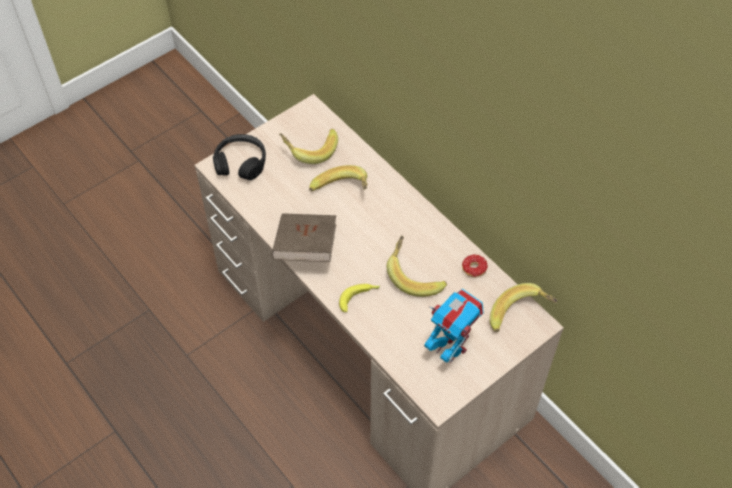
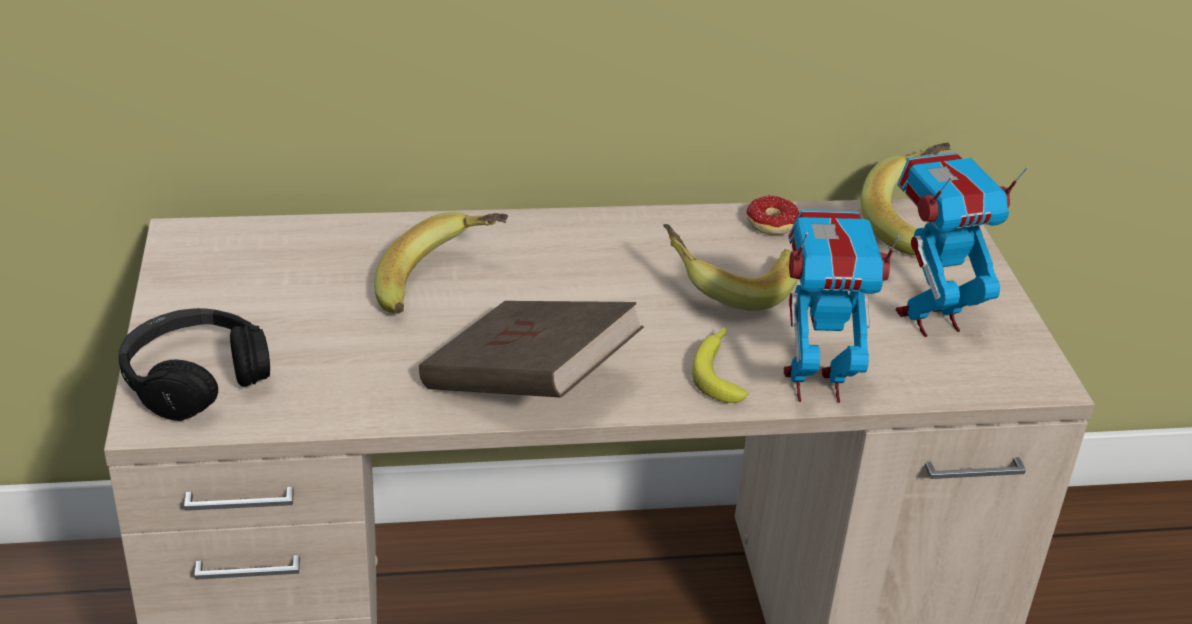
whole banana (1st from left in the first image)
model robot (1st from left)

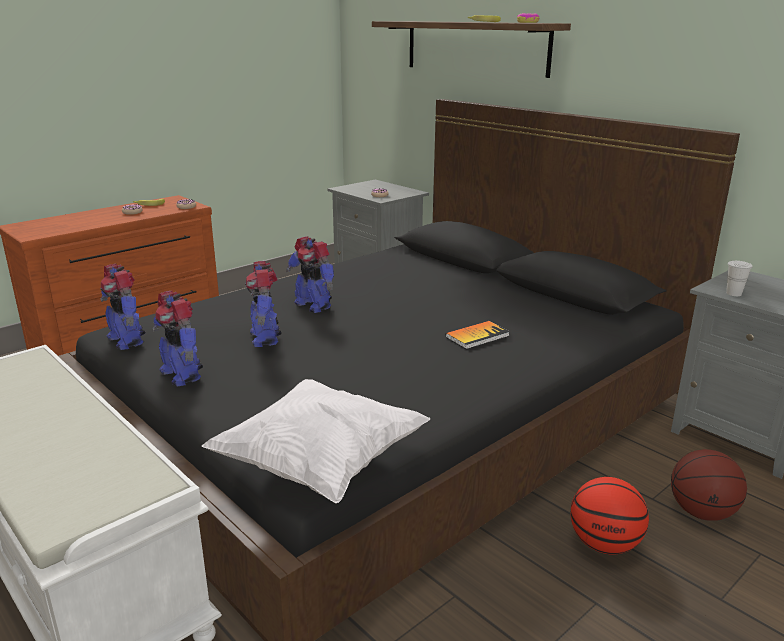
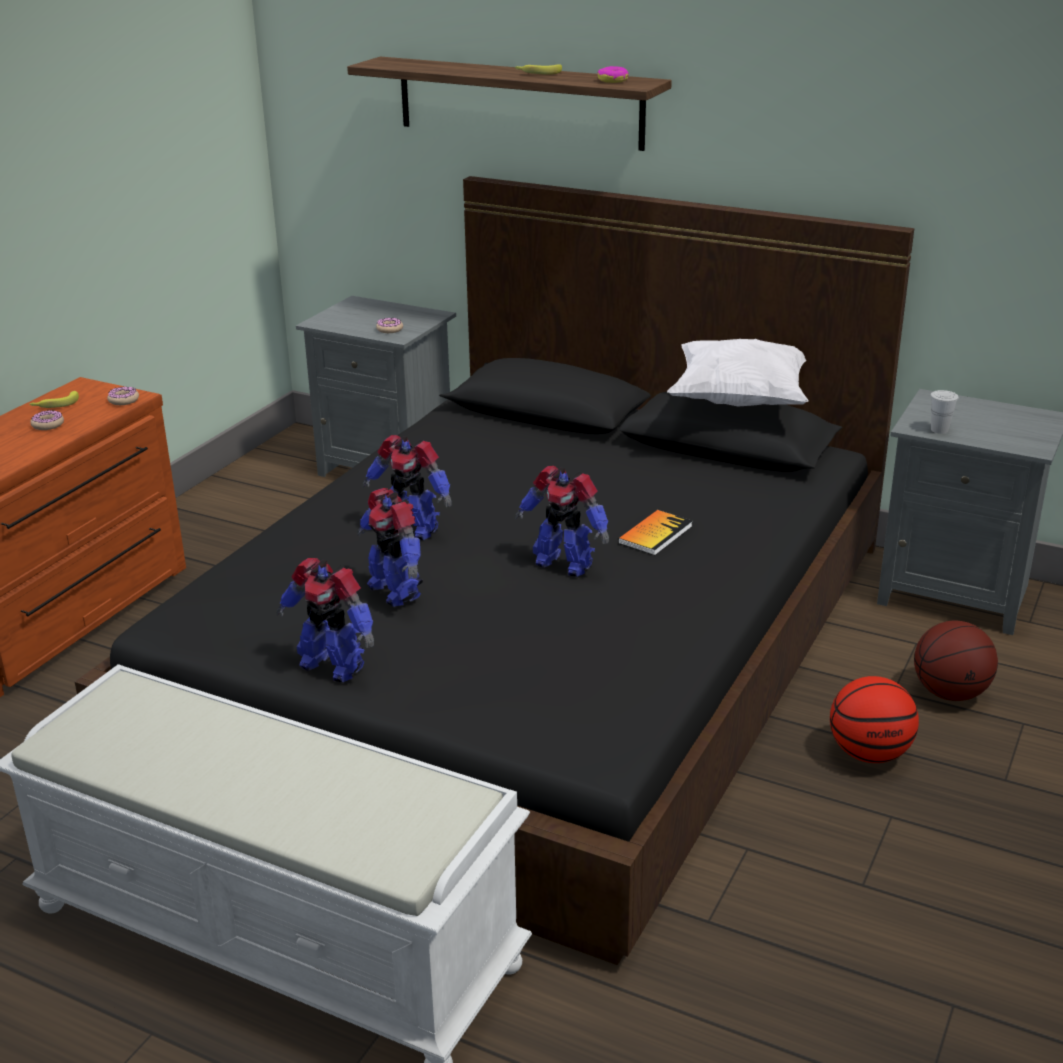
model robot (4th from left)
pillow/whitish

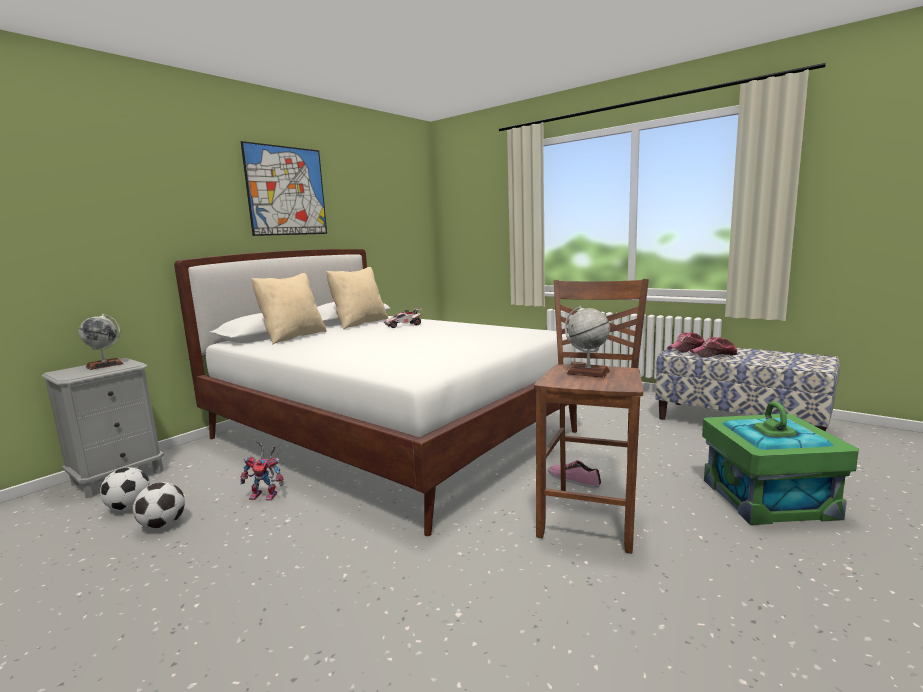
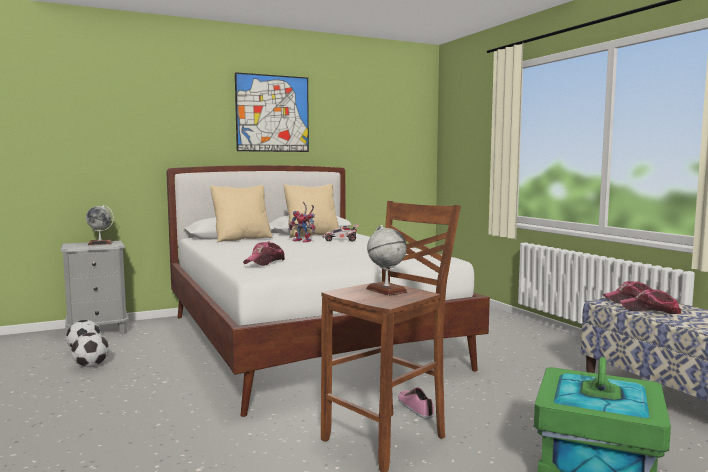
model robot
baseball cap (1st from left)

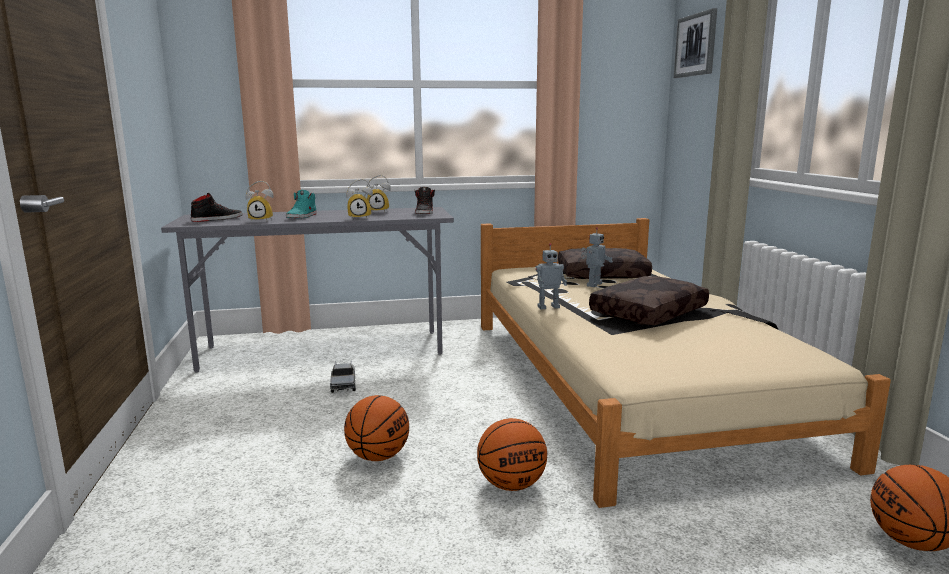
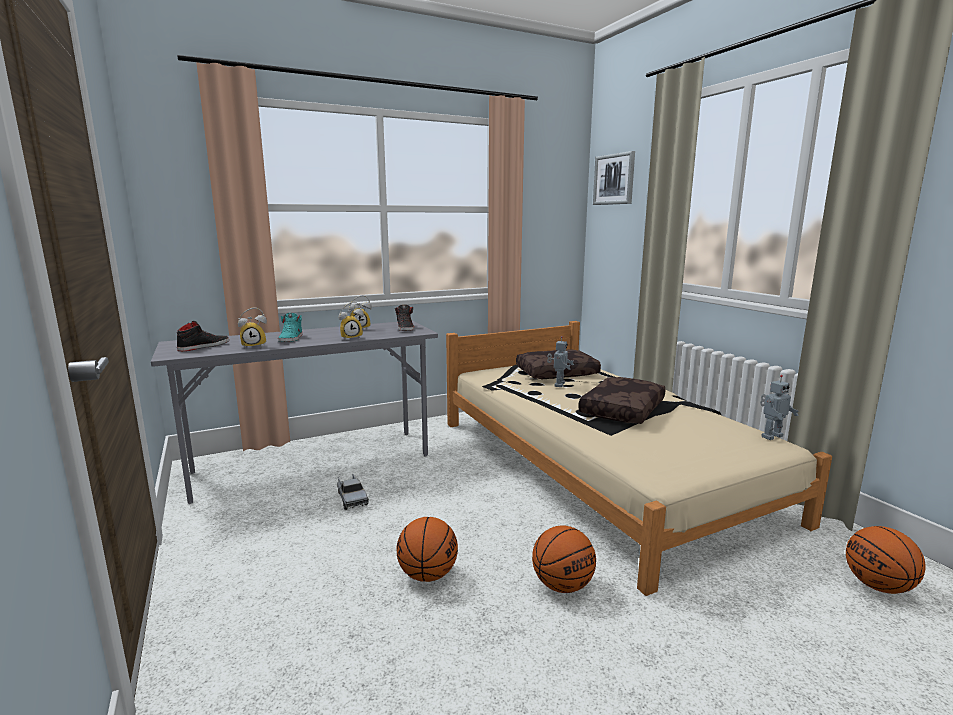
model robot (2nd from left)

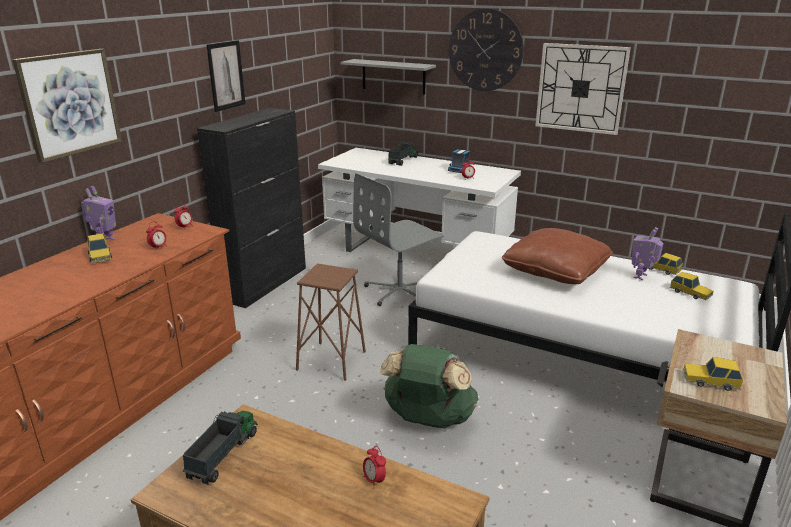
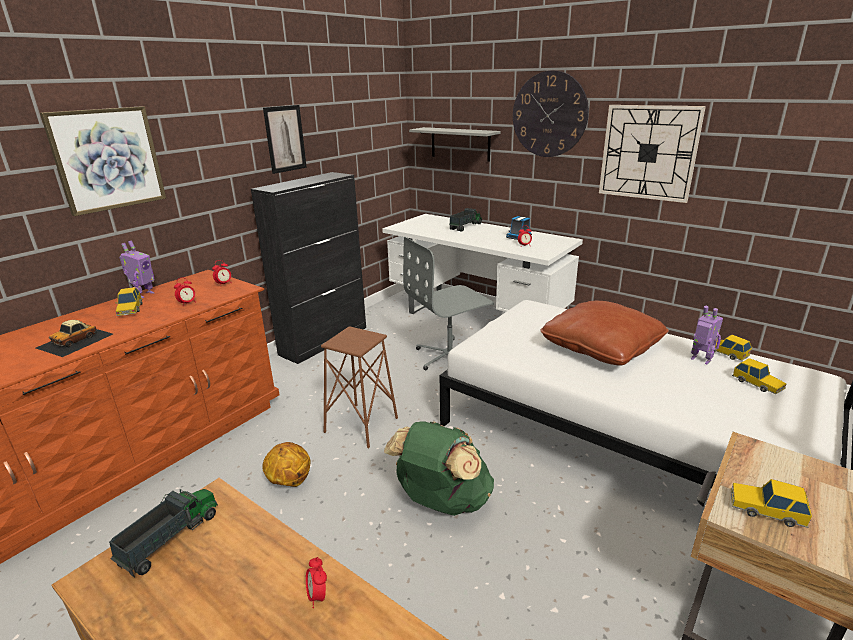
model robot (2nd from left)
miniature car (1st from left)
basketball ball

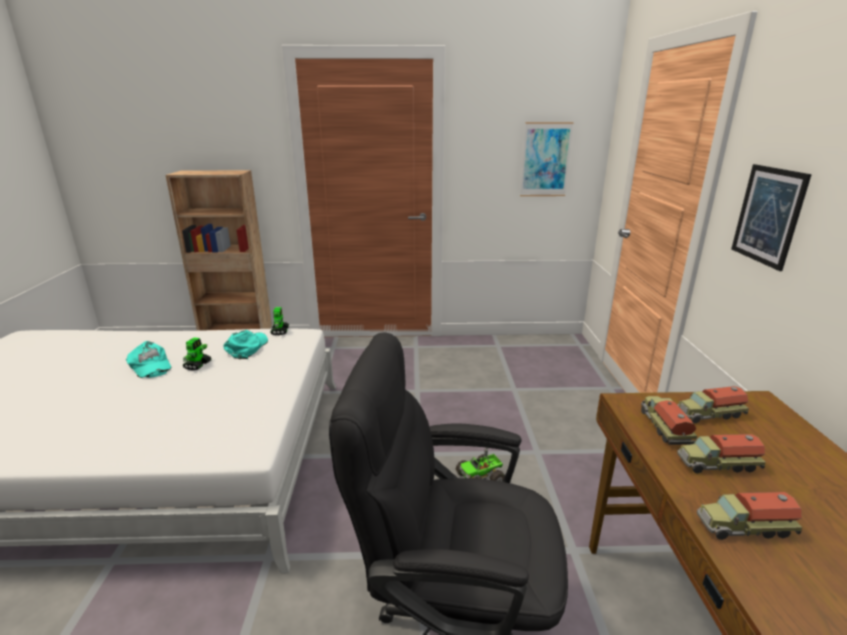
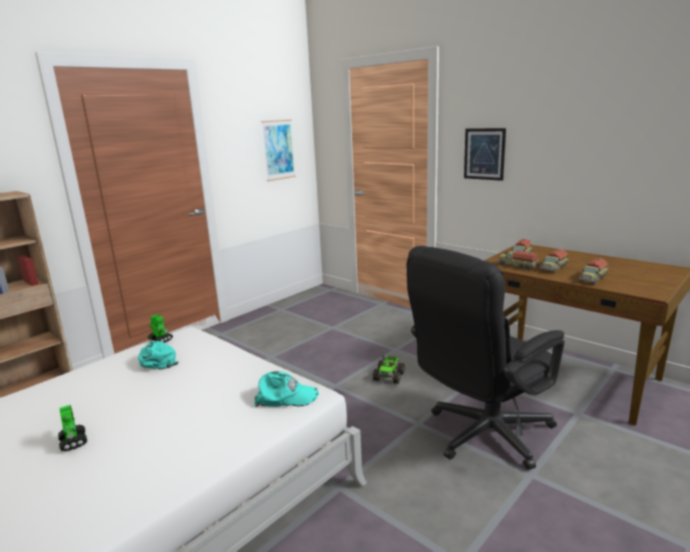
baseball cap/blue-green (2nd from left)
model robot (1st from left)

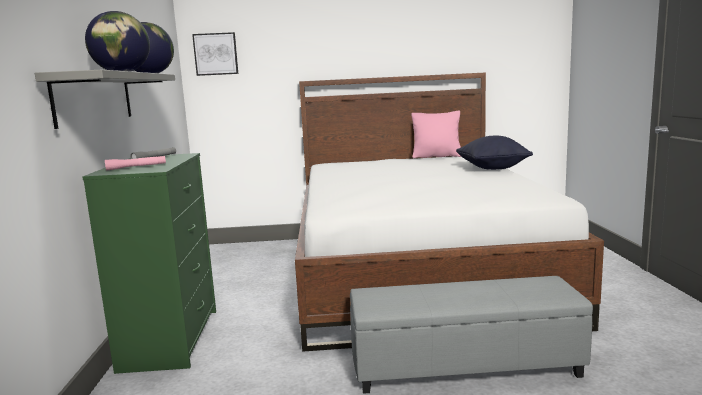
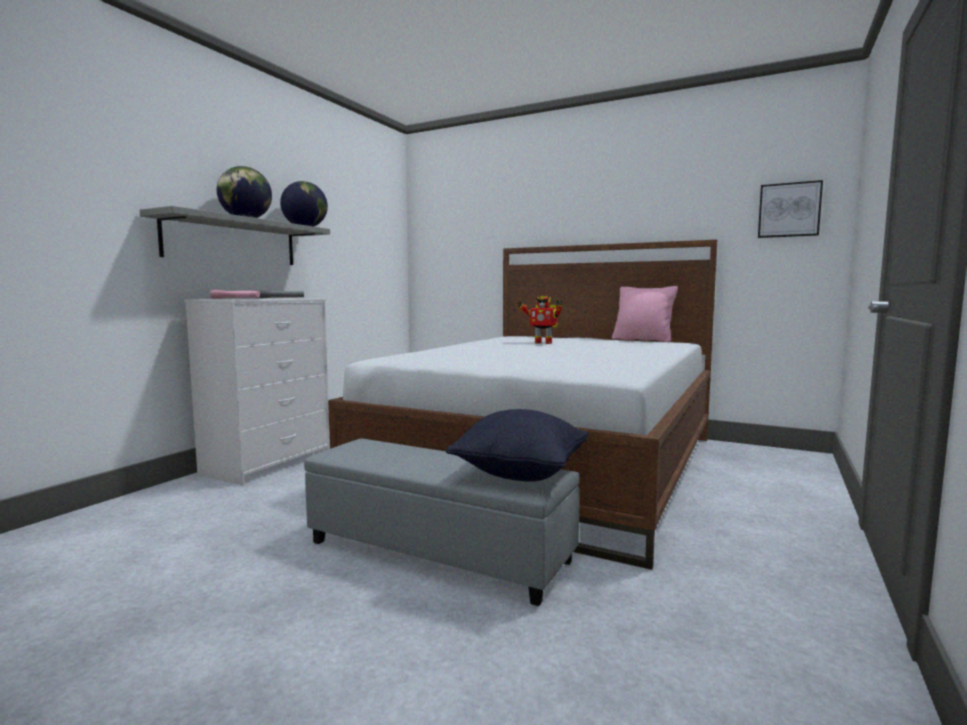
dresser/whitish
wall art
pillow/black-coloured
model robot

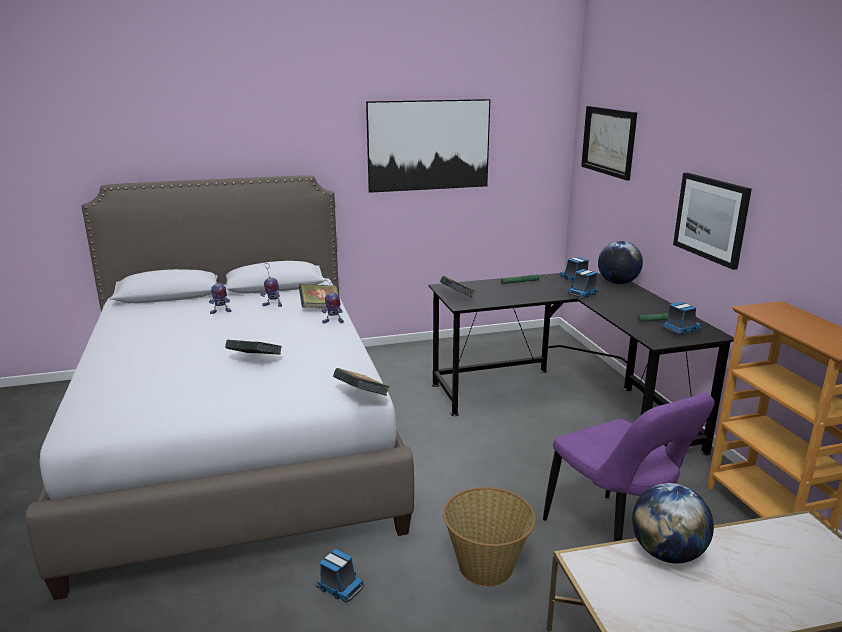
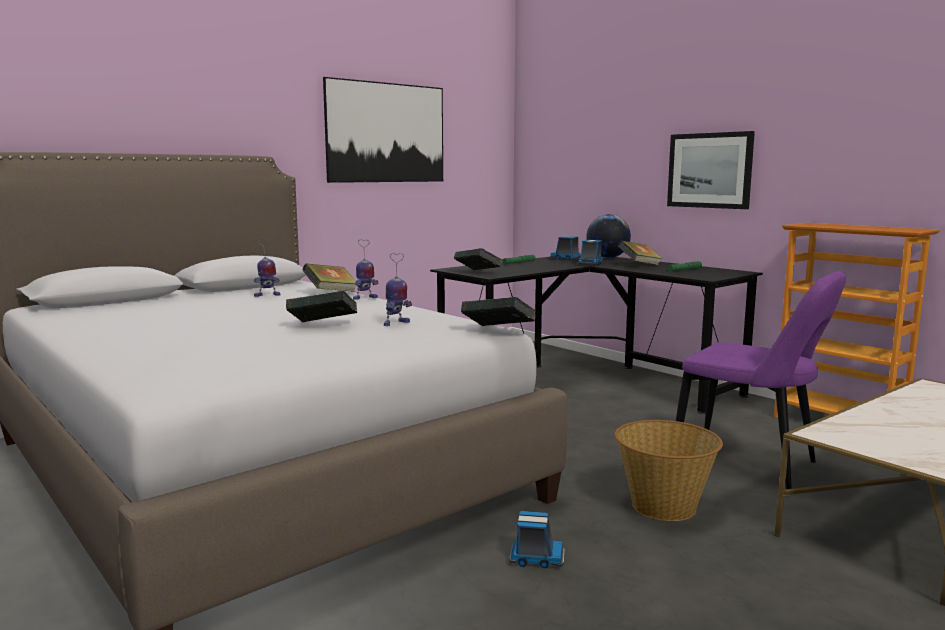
model robot (3rd from left)
wall art (2nd from left in the first image)
globe (2nd from left in the first image)
model truck (4th from left in the first image)
volume (5th from left)

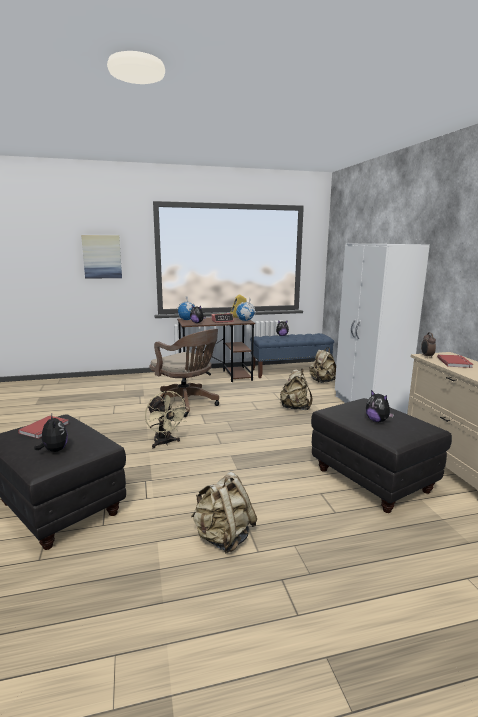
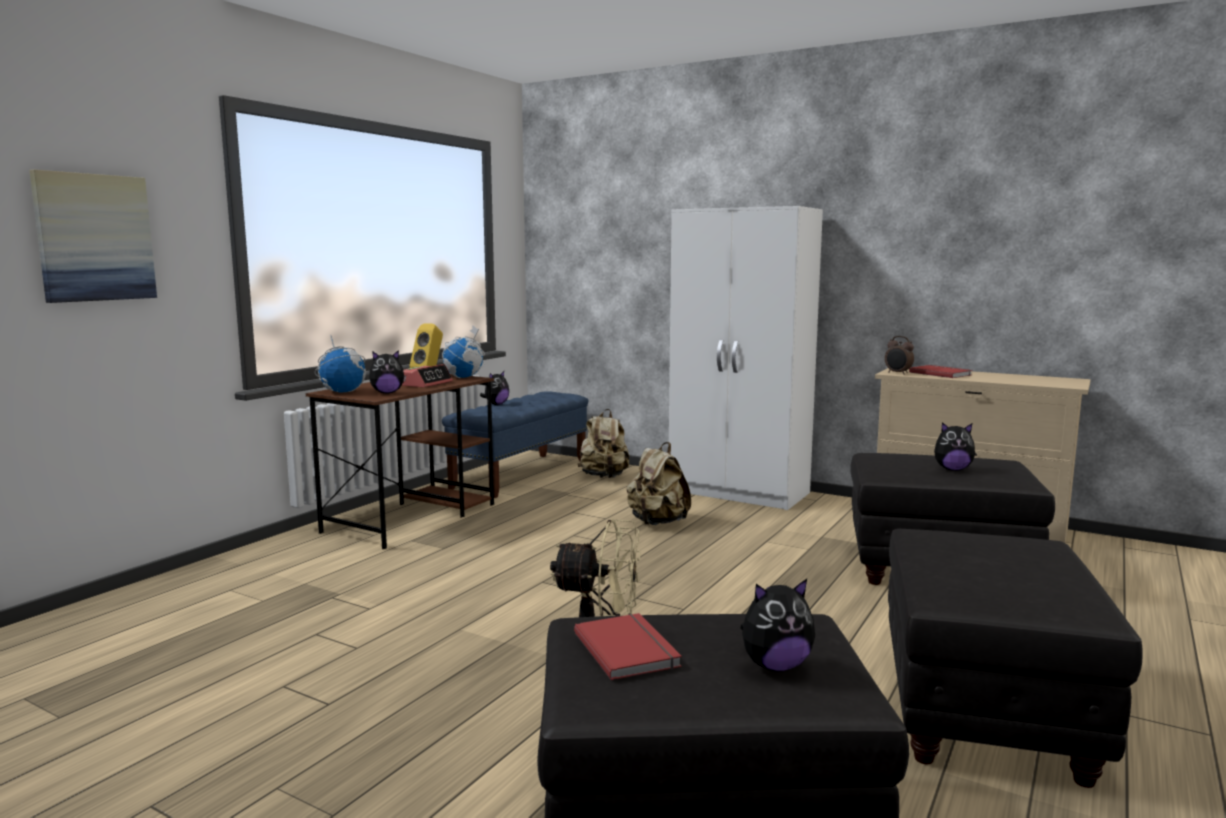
plush toy (3rd from left)
desk chair/brownish
ottoman/black-coloured (3rd from left)

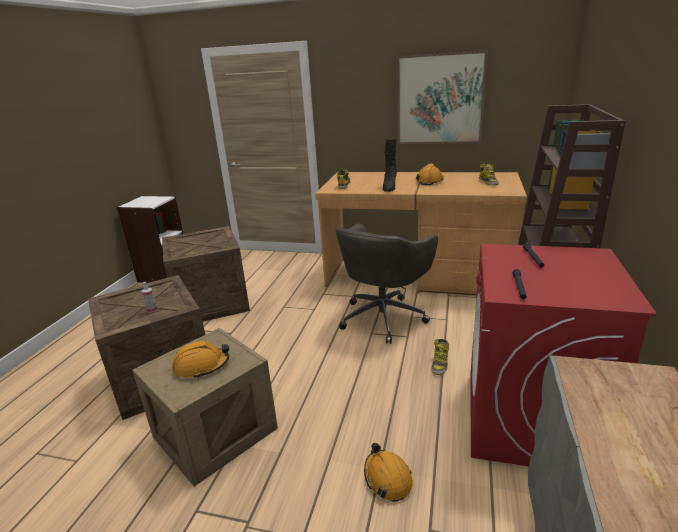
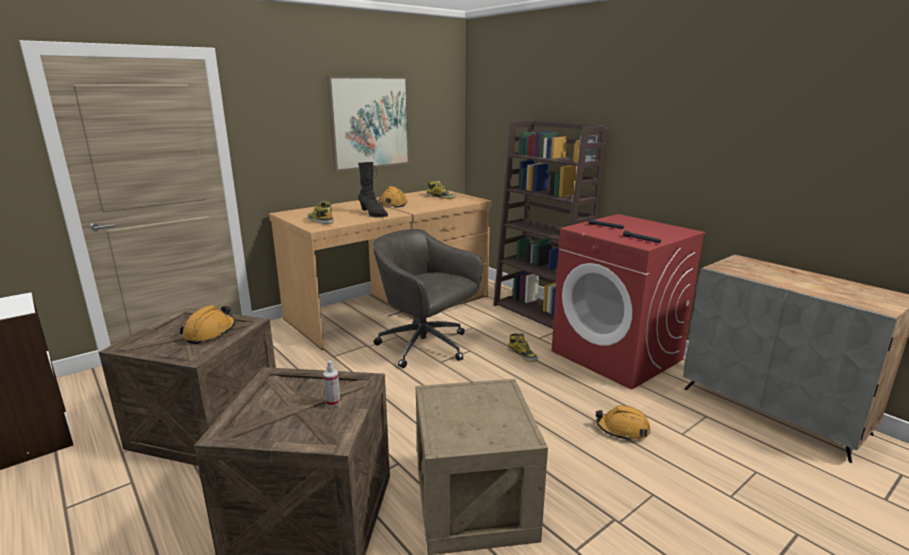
hard hat/orange-coloured (1st from left)
desk chair/greyish

